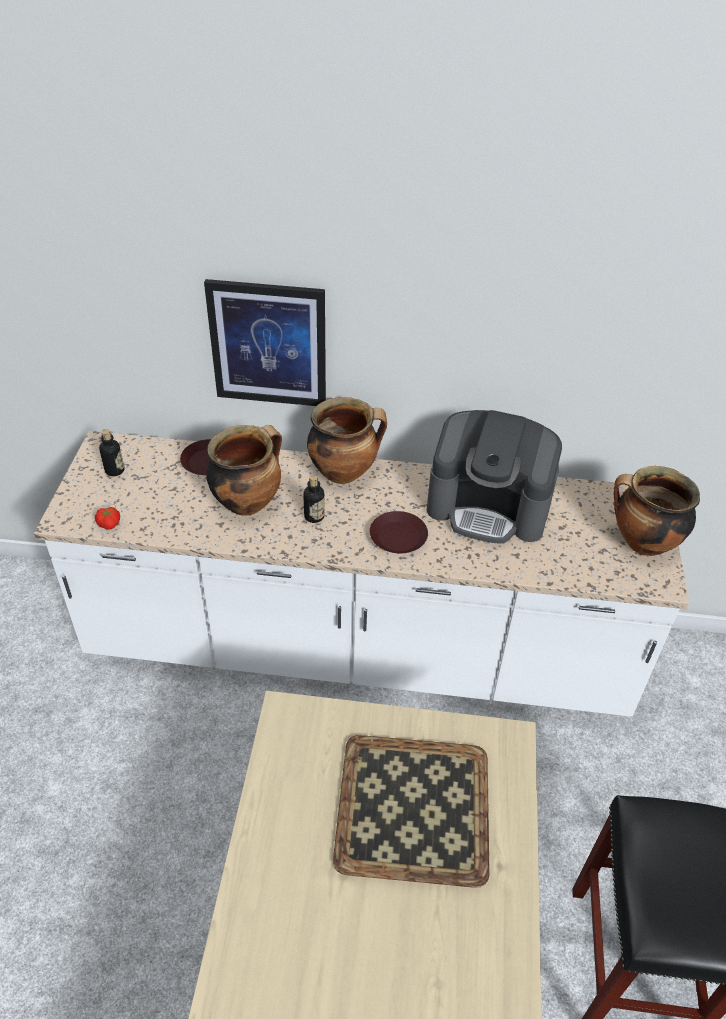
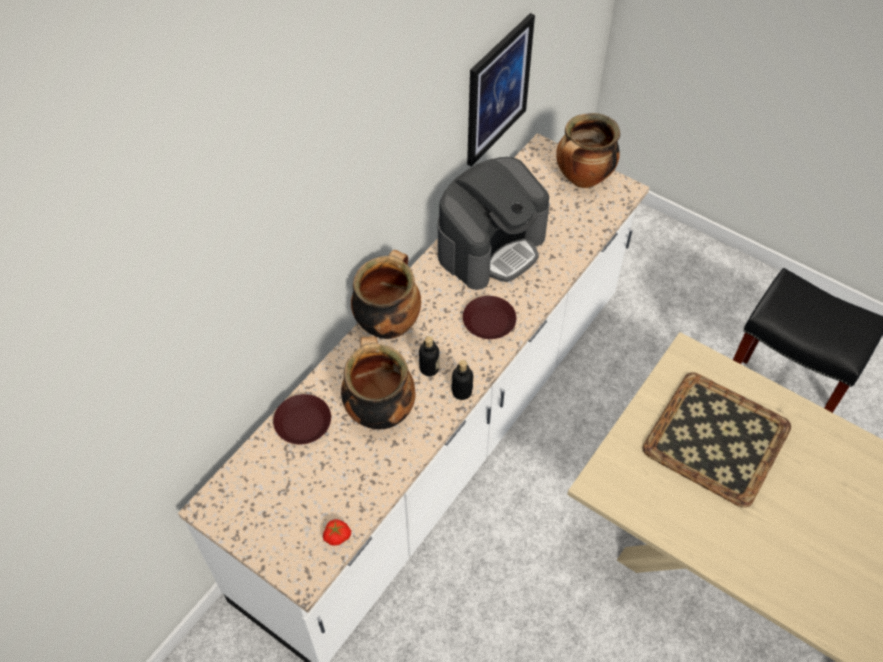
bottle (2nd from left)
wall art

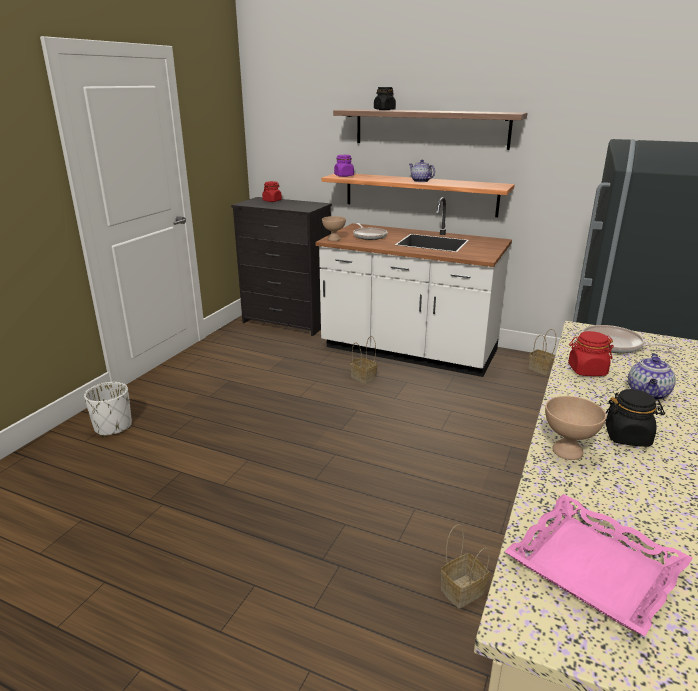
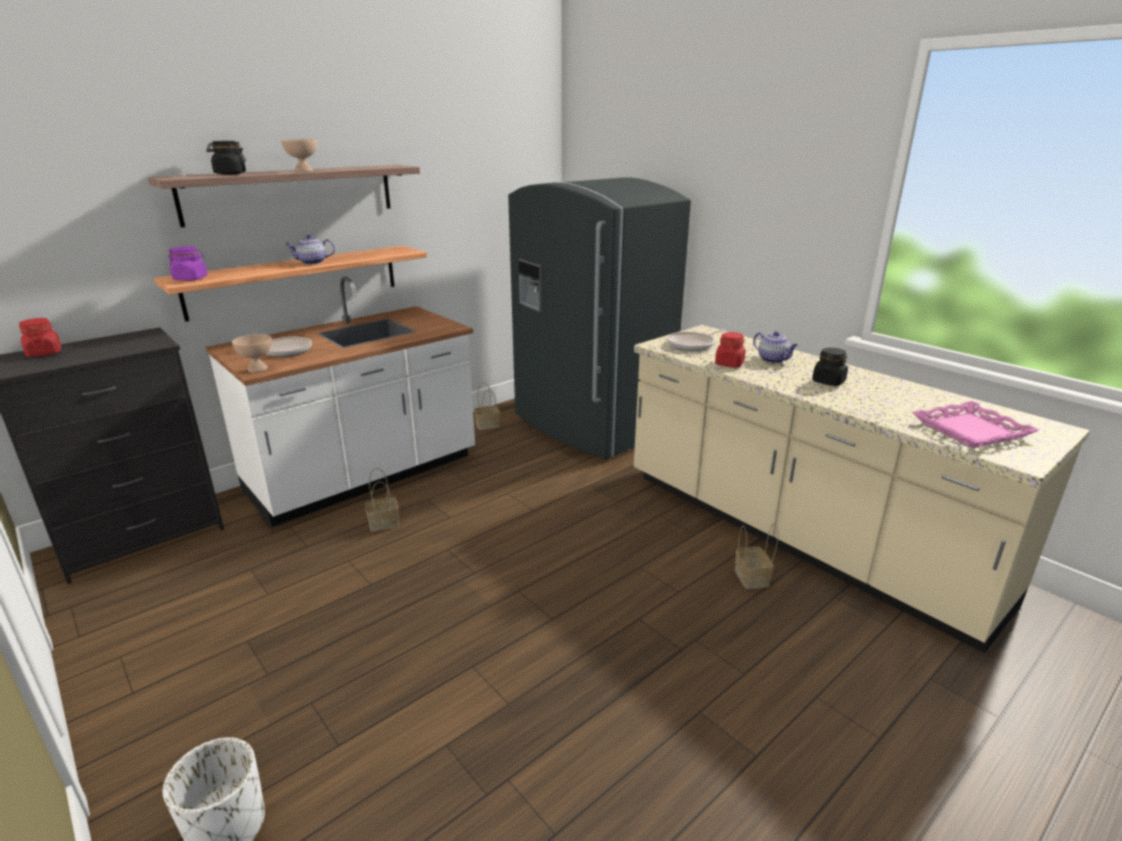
deep dish/beige (2nd from left)

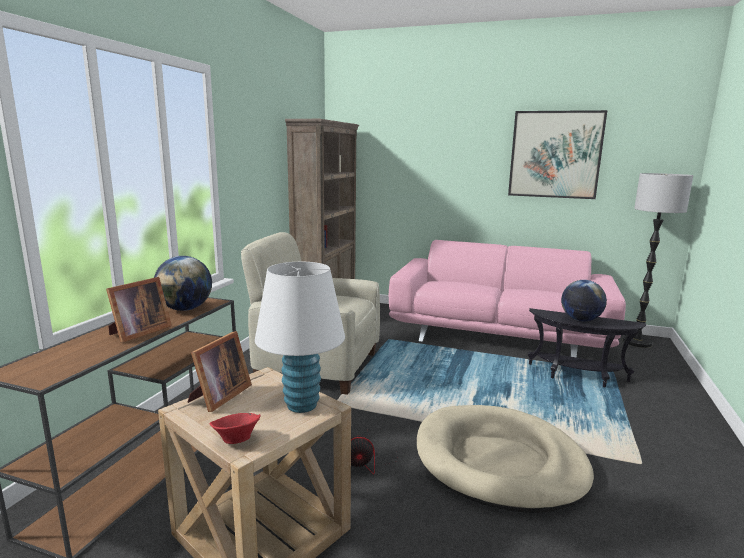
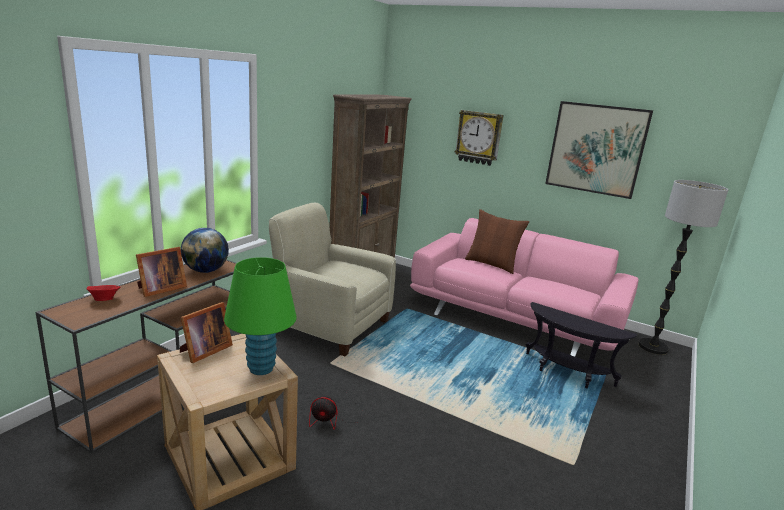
deep dish/reddish
tabletop lamp/green
pet bed/beige
globe (2nd from left in the first image)
clock on the wall
pillow/brownish

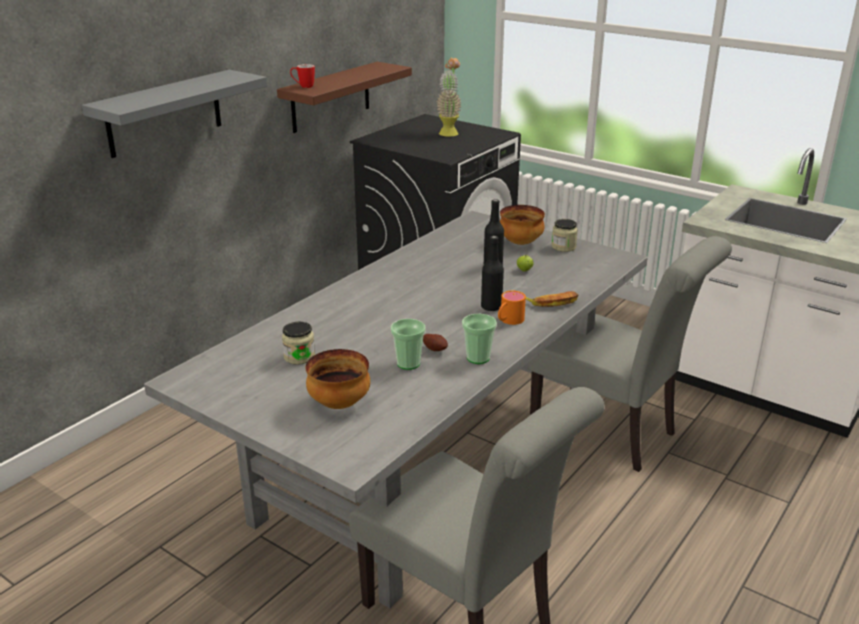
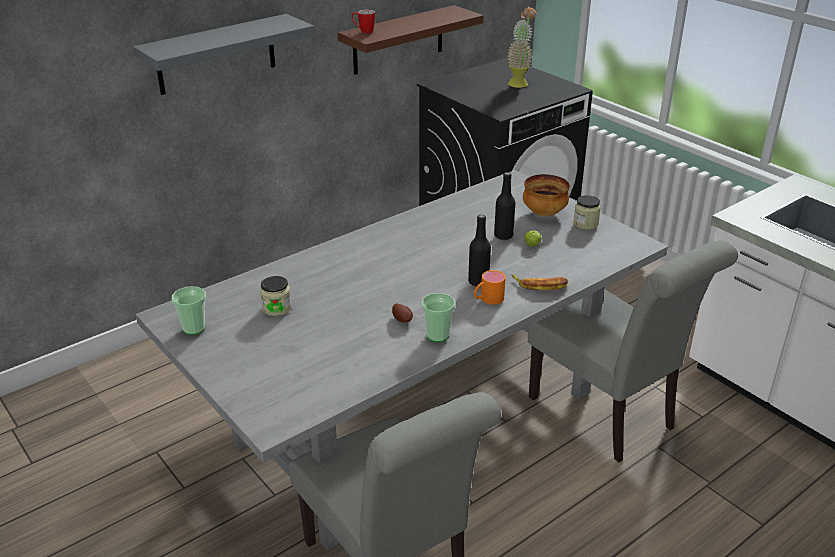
deep dish (1st from left in the first image)
cup (1st from left)

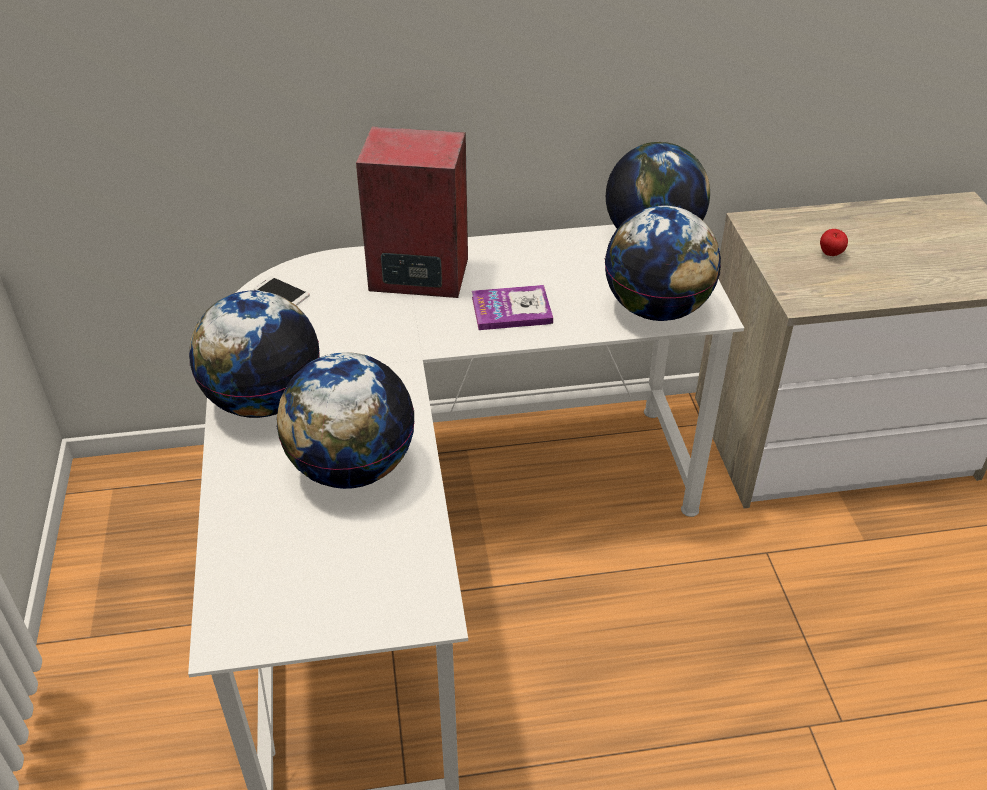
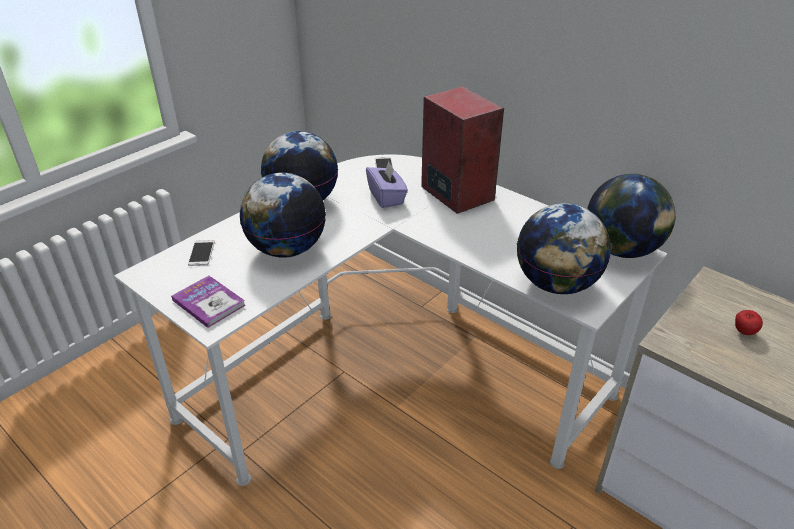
volume
handset (1st from left)
tissue box/purplish

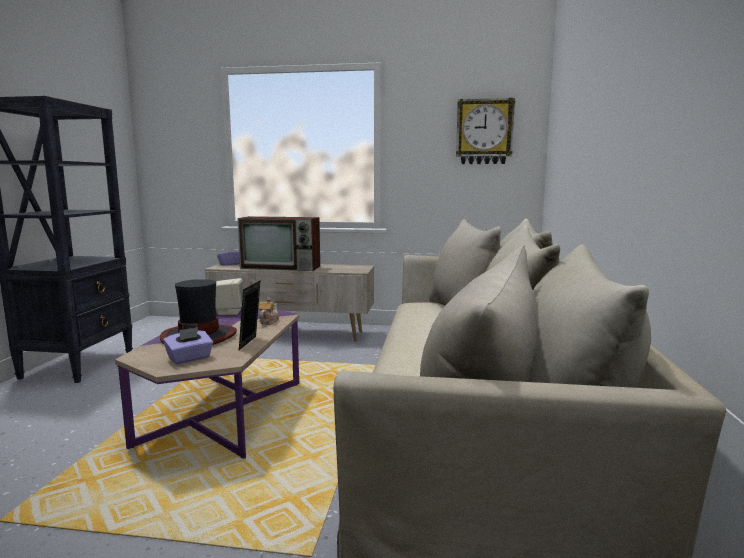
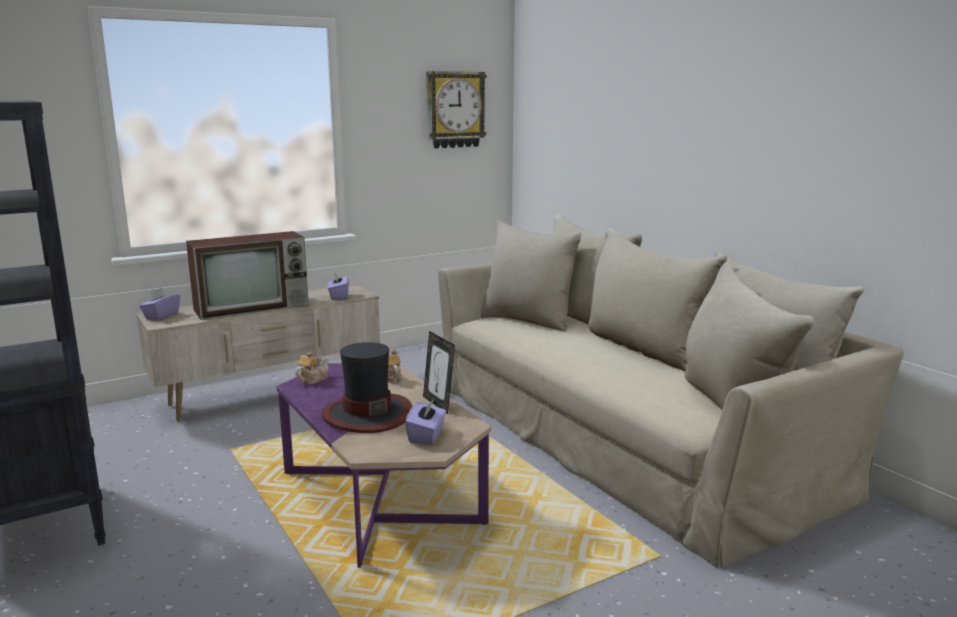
tea pot (1st from left)
tissue box/purplish (2nd from left)

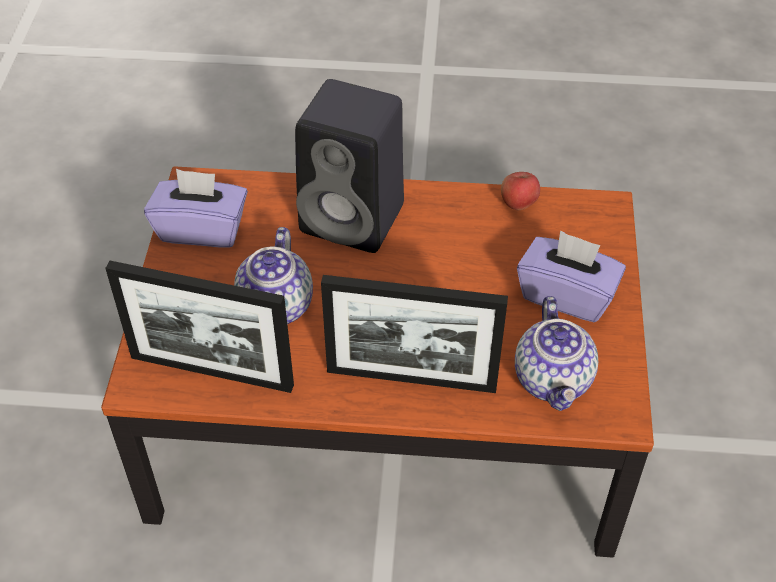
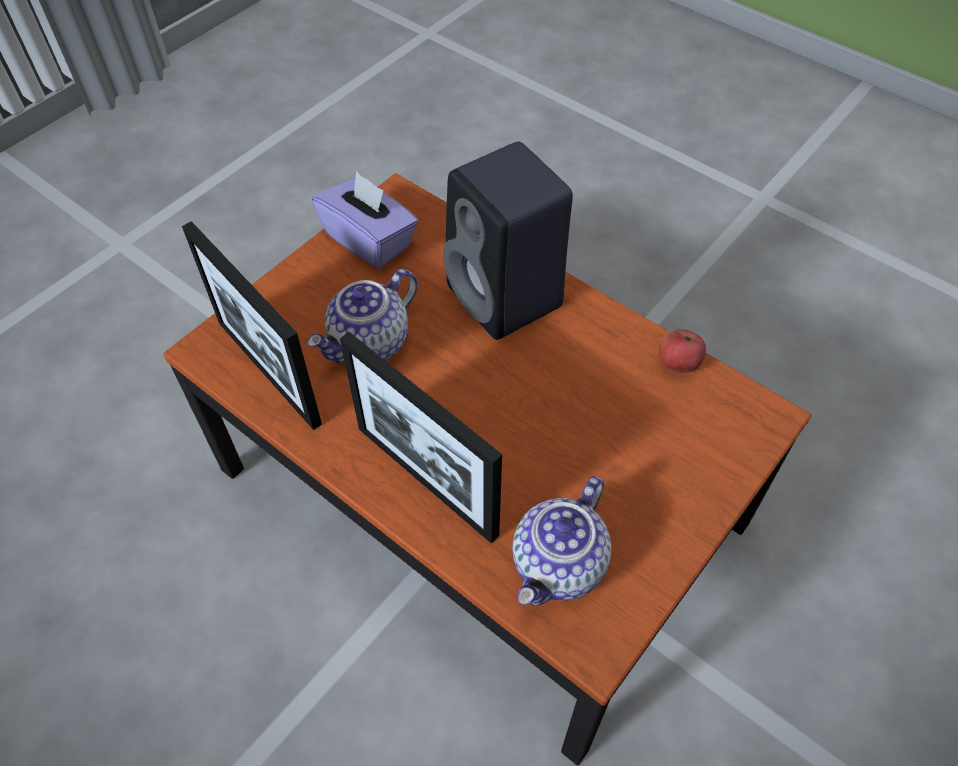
tissue box/purplish (2nd from left in the first image)

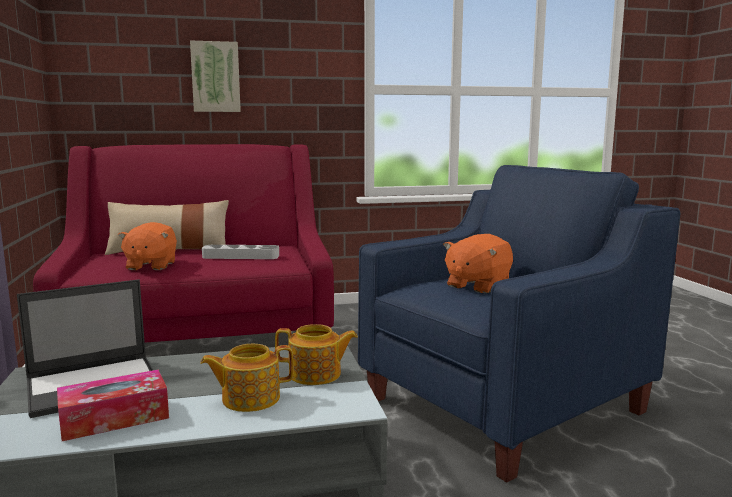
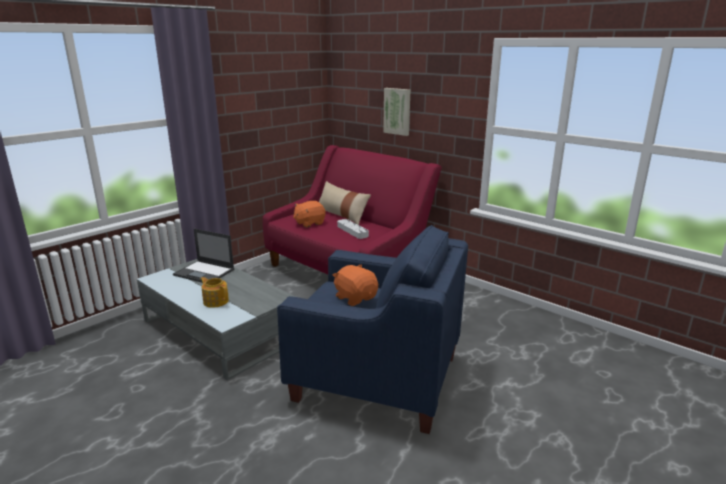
tissue box
tea pot (2nd from left in the first image)
plush toy/orange-coloured (2nd from left)

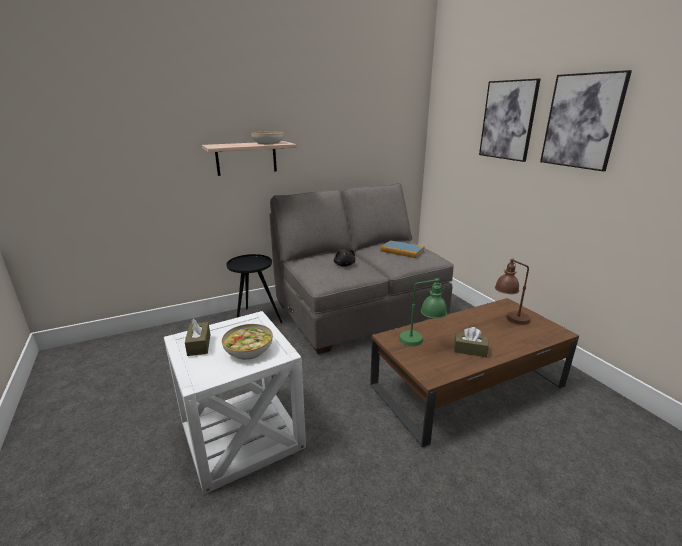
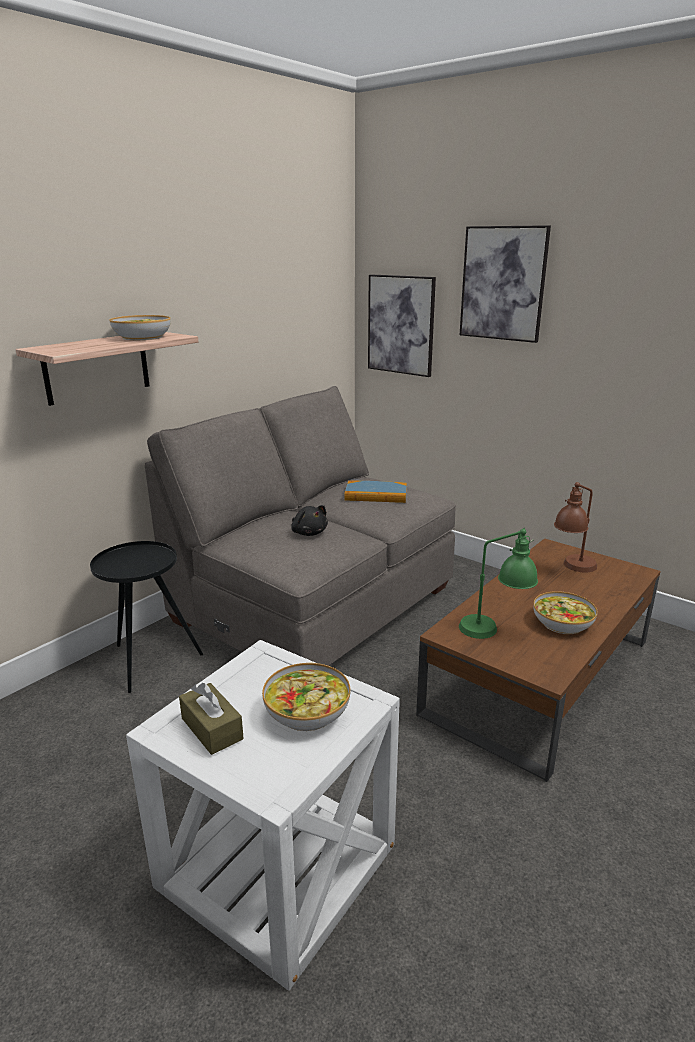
deep dish (3rd from left)
wall art (1st from left)

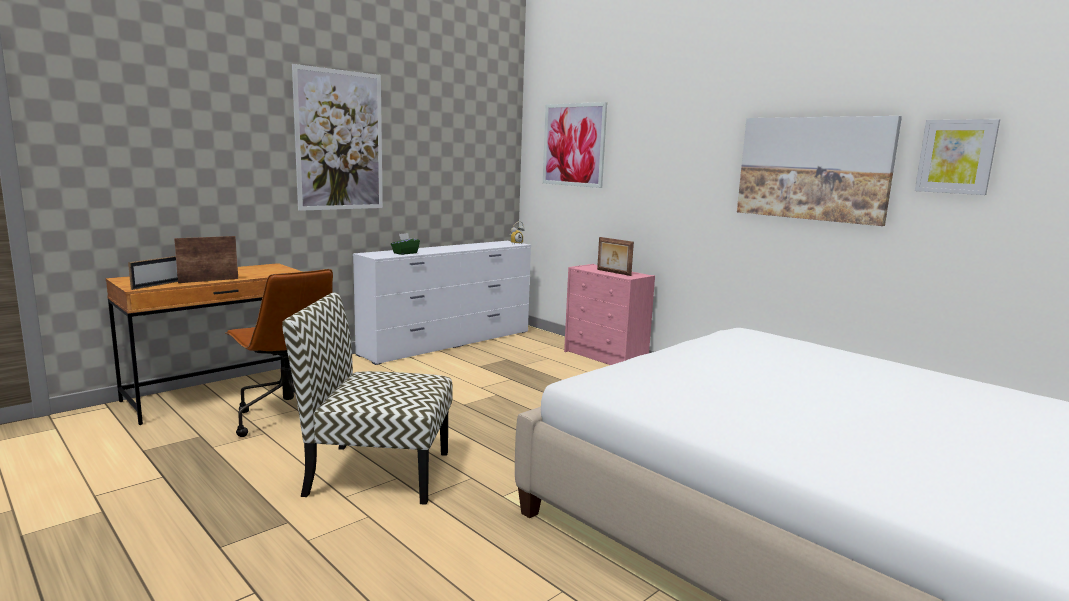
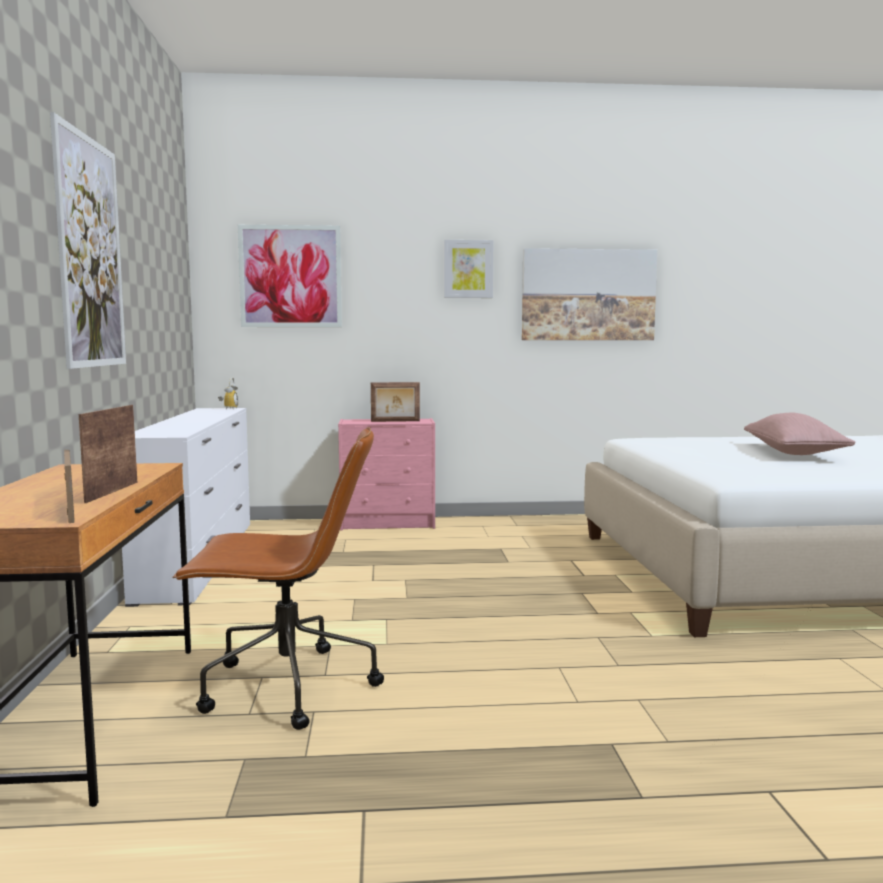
plain chair
tissue box/green
wall art (3rd from left)
pillow/pink-coloured

